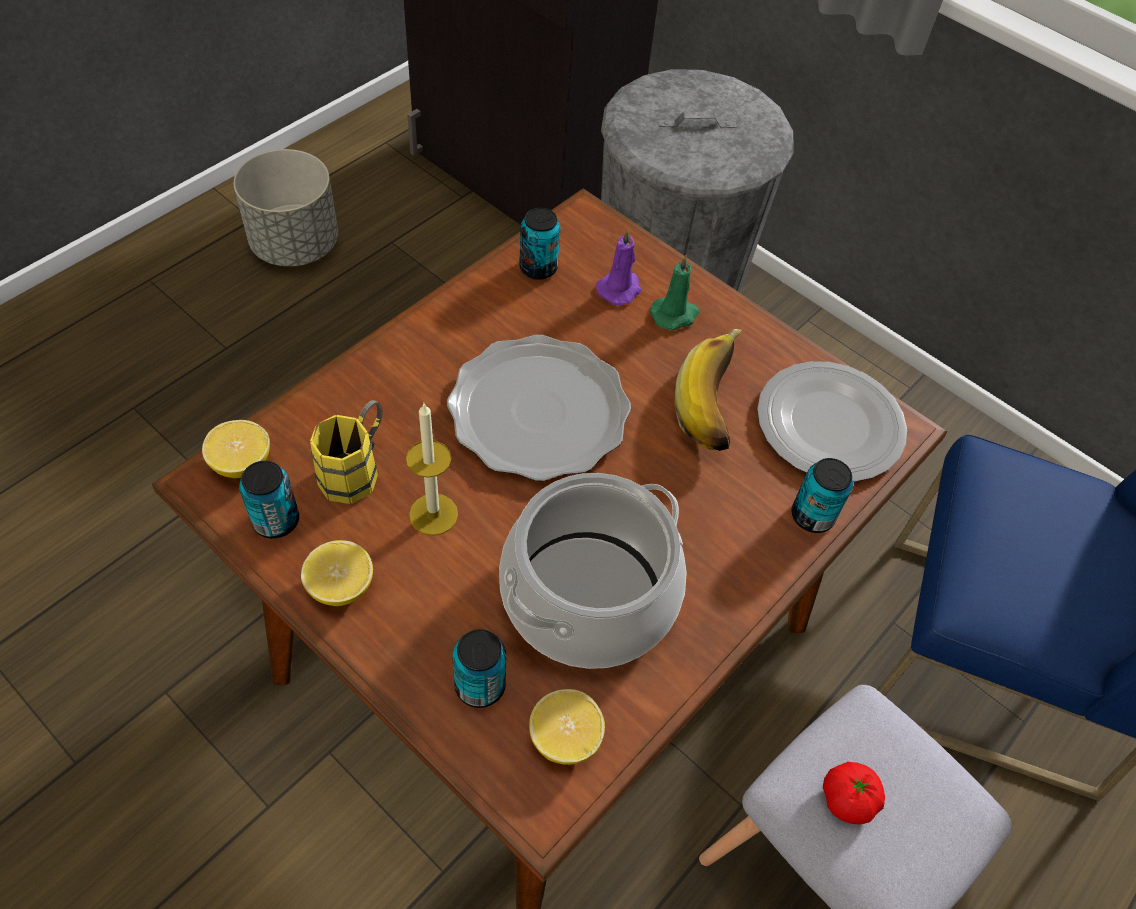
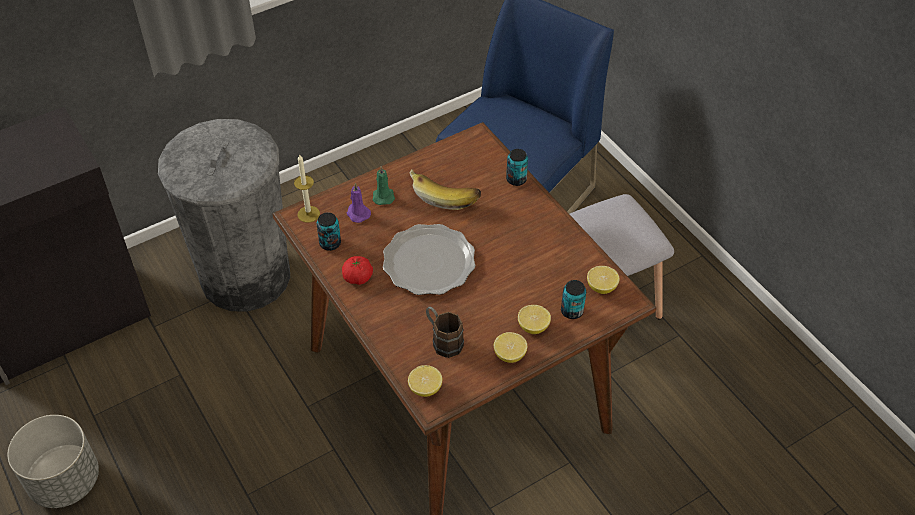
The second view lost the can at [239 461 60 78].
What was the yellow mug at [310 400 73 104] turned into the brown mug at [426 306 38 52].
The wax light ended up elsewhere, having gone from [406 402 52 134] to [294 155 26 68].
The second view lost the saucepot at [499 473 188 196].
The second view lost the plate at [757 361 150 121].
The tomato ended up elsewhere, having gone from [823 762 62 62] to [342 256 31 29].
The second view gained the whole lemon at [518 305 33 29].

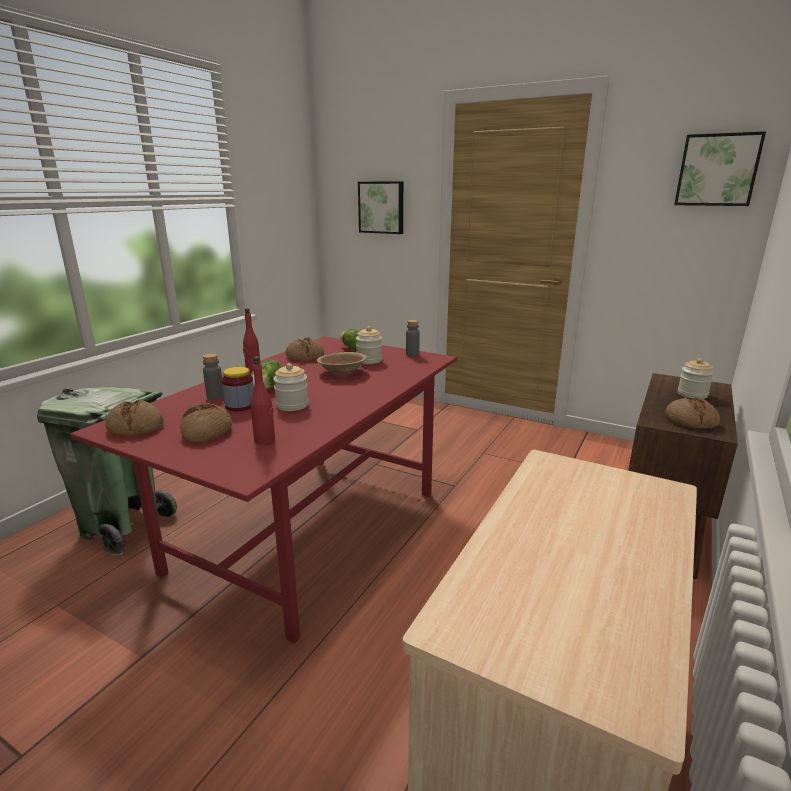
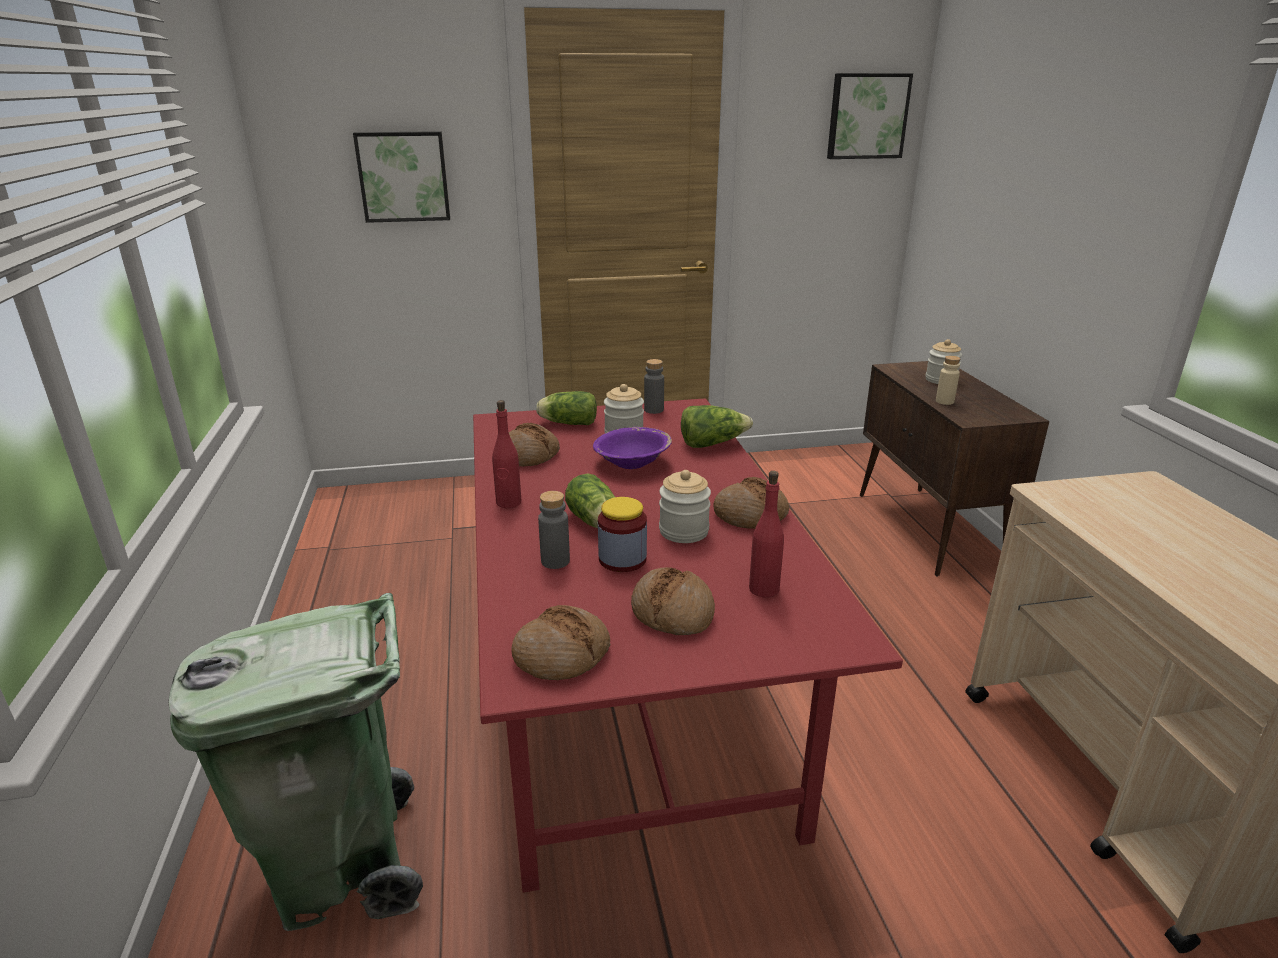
What was the brown deep dish at [317 352 50 23] turned into the purple deep dish at [593 427 79 42].
The bakery bread ended up elsewhere, having gone from [665 397 55 31] to [713 477 76 52].
The second view gained the head of lettuce at [681 405 72 43].
The second view gained the beige-coloured bottle at [936 356 24 49].

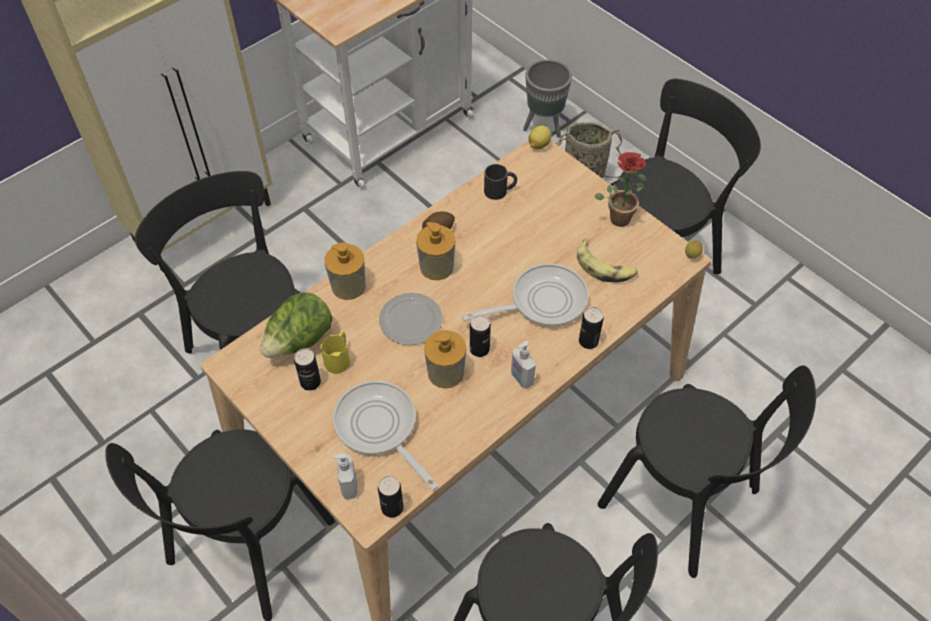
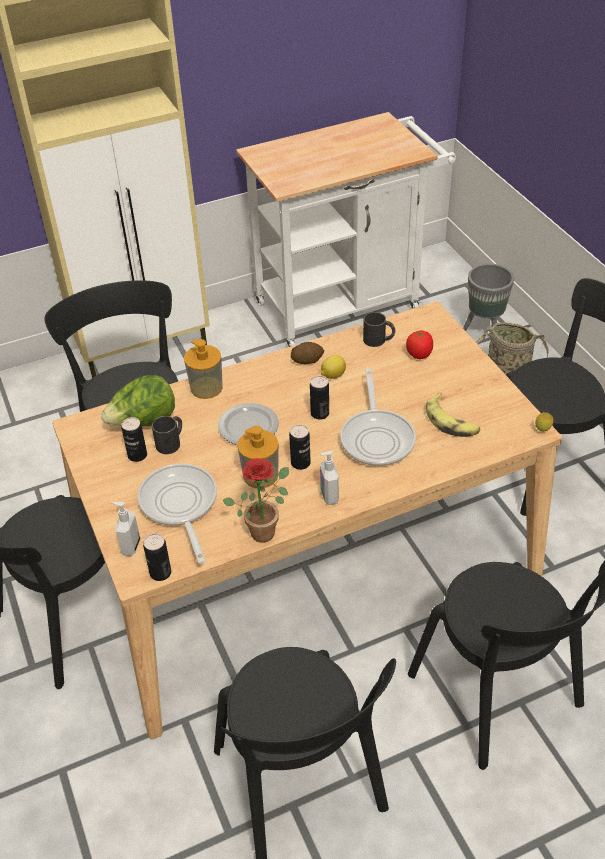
What was the yellow mug at [321 332 29 42] turned into the black mug at [152 416 30 38].
The second view lost the liquid soap bottle at [416 222 40 58].
The pan at [462 263 127 64] ended up facing another way, 90 degrees clockwise from before.
The whole lemon ended up elsewhere, having gone from [528 125 23 24] to [321 355 25 24].
The can ended up elsewhere, having gone from [579 307 25 42] to [310 376 19 43].
The potted plant ended up elsewhere, having gone from [594 152 53 75] to [223 458 66 85].
The second view gained the tomato at [406 329 27 30].

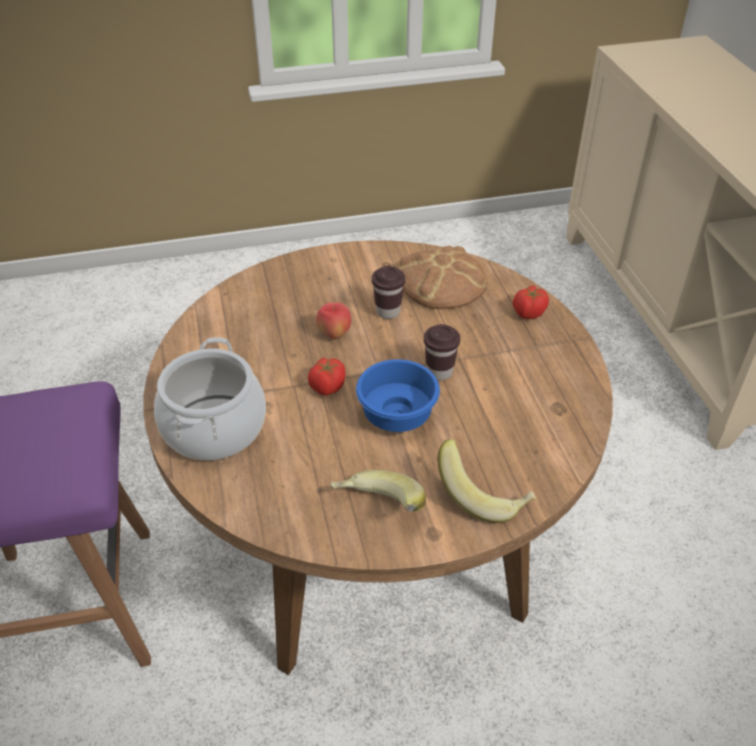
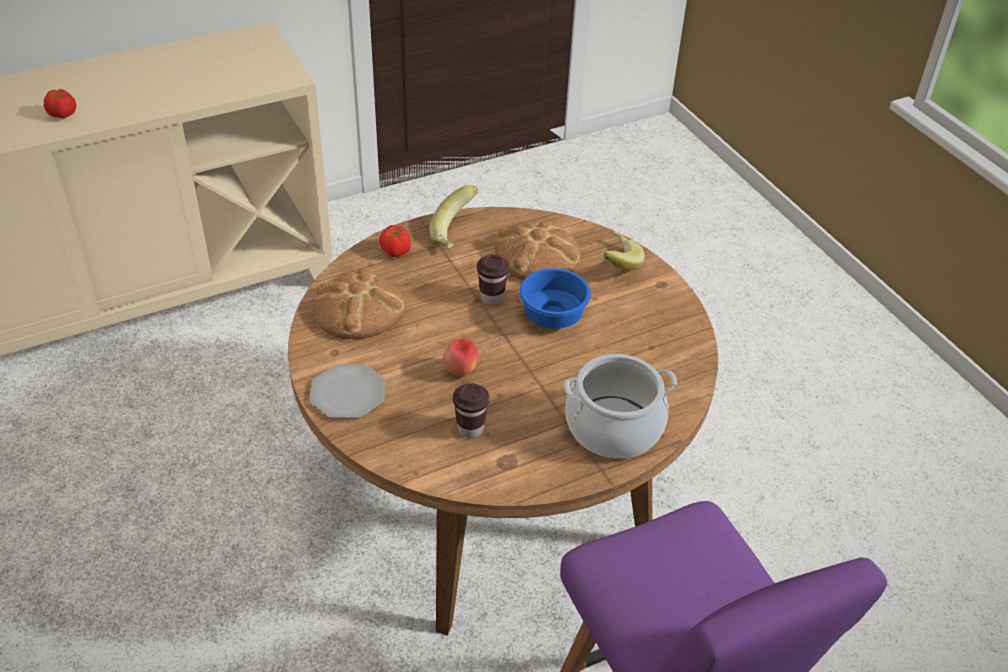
The tomato ended up elsewhere, having gone from [308 357 37 39] to [44 89 32 29].
The banana fruit ended up elsewhere, having gone from [330 470 96 42] to [429 185 49 64].
The brown cup ended up elsewhere, having gone from [372 266 33 53] to [453 383 36 55].
The second view gained the plate at [309 364 76 54].
The second view gained the bakery bread at [495 221 86 60].

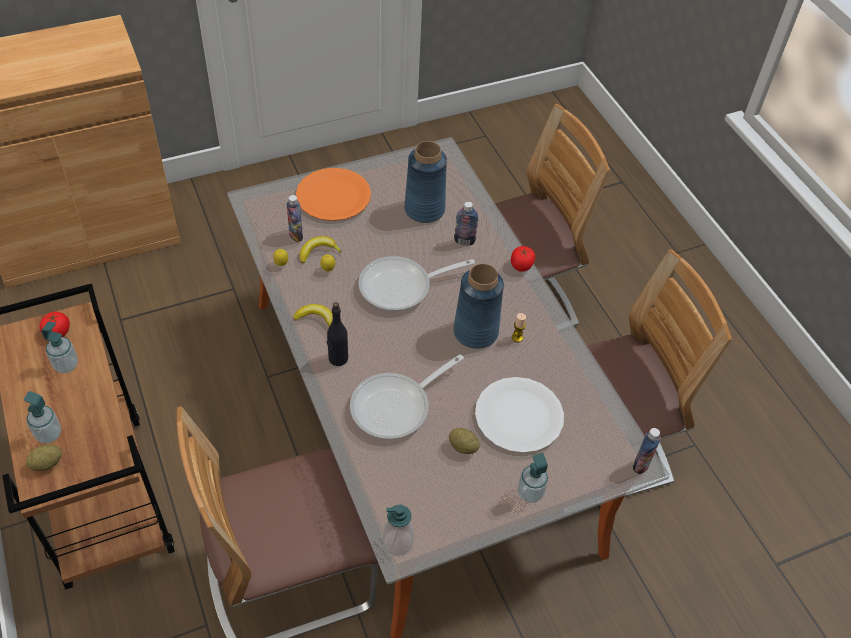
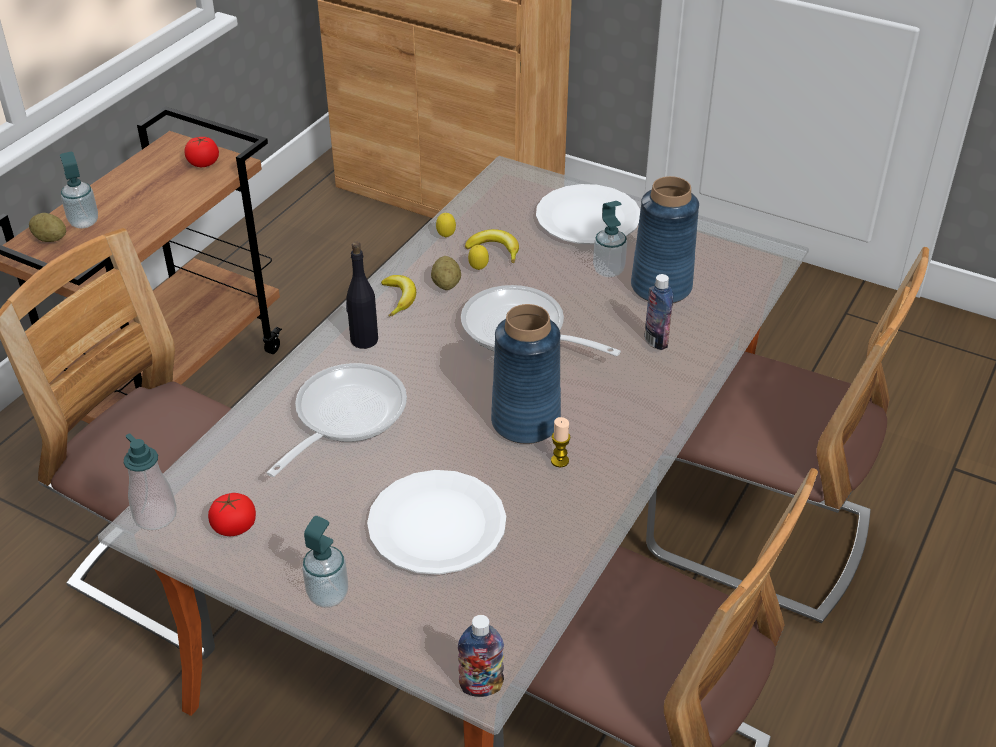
The liquid soap bottle ended up elsewhere, having gone from [41 322 37 51] to [593 201 34 76].
The second view lost the bottle at [286 195 17 47].
What was the orange plate at [296 168 75 53] turned into the white plate at [536 184 104 61].
The pan at [350 354 114 85] ended up facing another way, 105 degrees clockwise from before.
The potato ended up elsewhere, having gone from [449 428 31 26] to [431 256 30 34].
The tomato ended up elsewhere, having gone from [511 246 24 26] to [208 493 48 43].

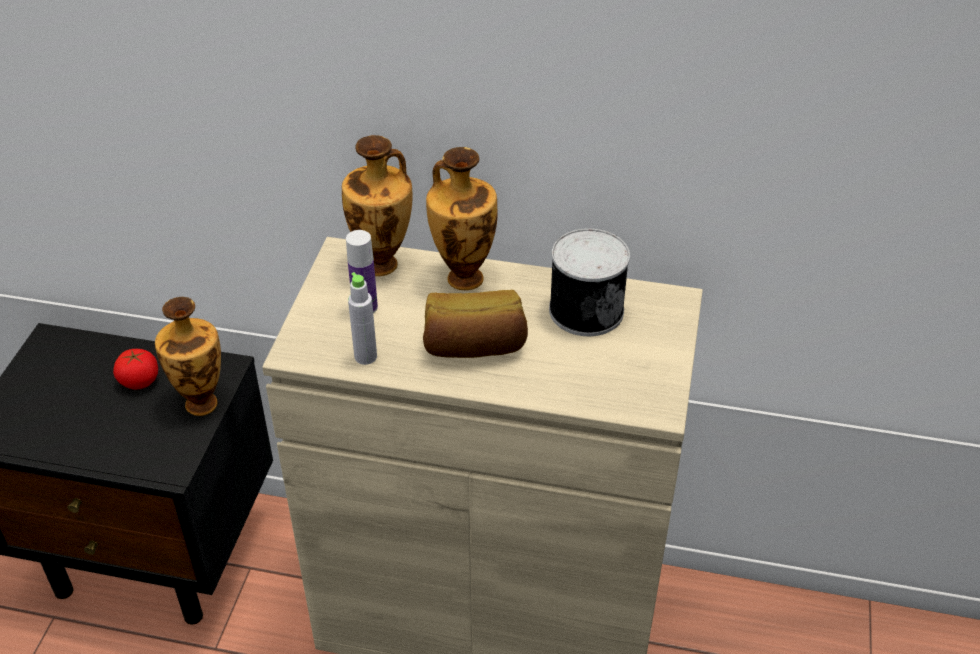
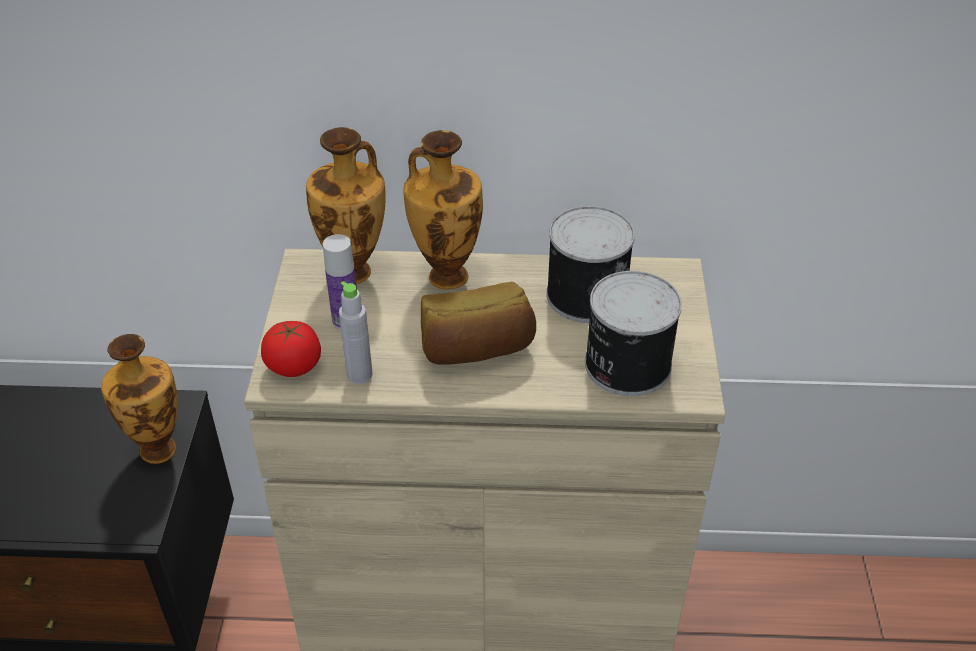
The tomato ended up elsewhere, having gone from [113 349 45 41] to [261 321 60 56].
The second view gained the can at [585 271 97 125].

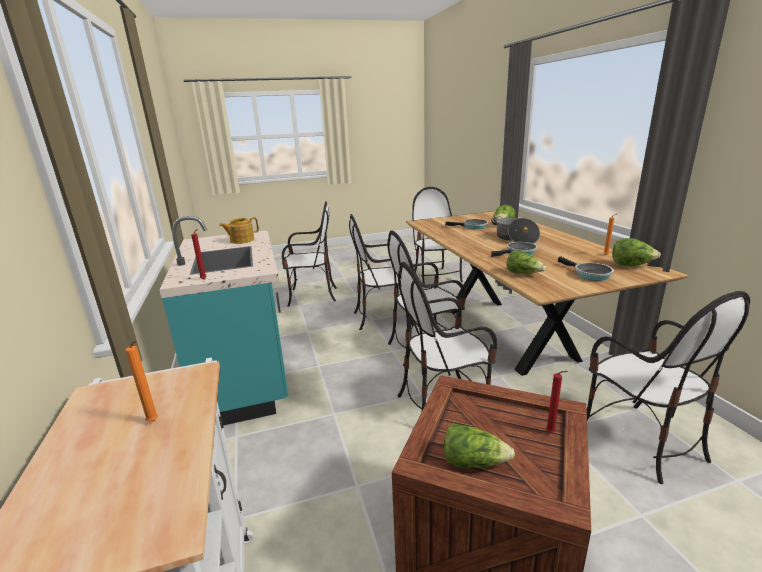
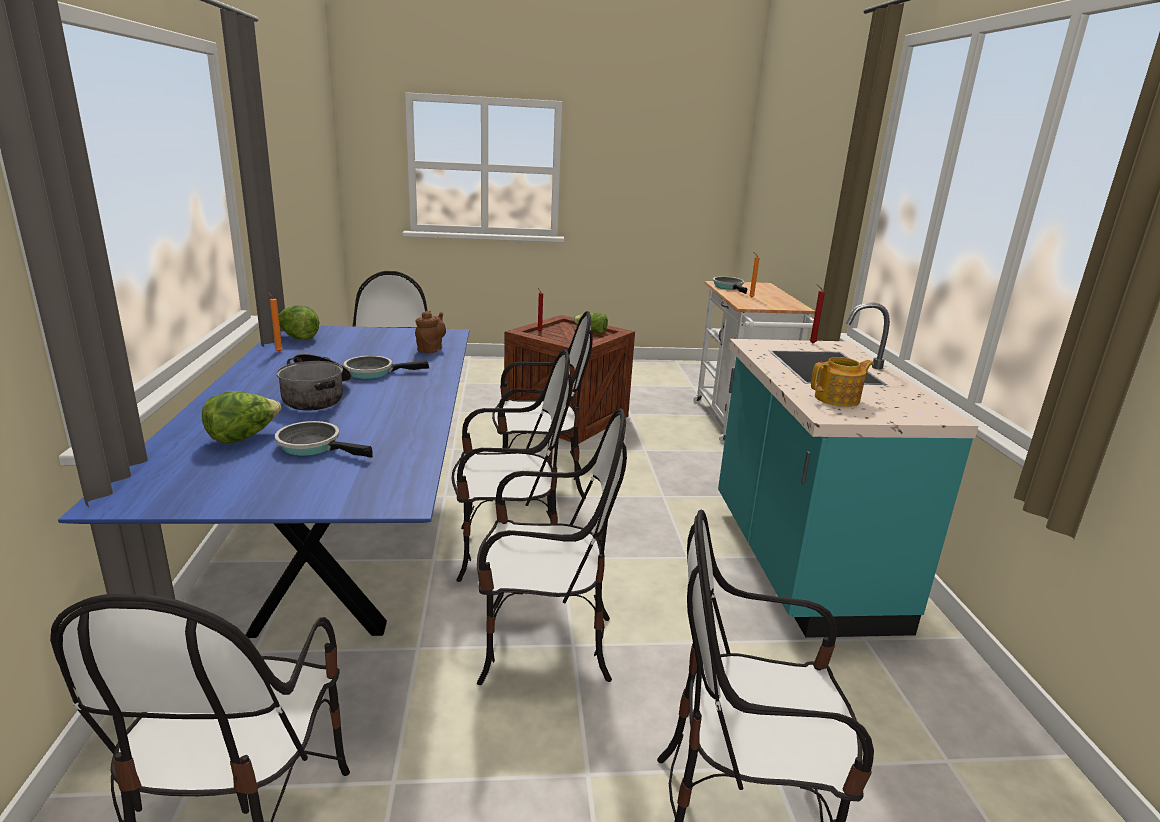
What was the brown kitchen table at [406 211 283 165] turned into the blue kitchen table at [58 326 412 312].
Where the head of lettuce stood at [506 251 40 23], the brown teapot came to stand at [415 311 31 42].
The pan ended up elsewhere, having gone from [558 257 56 24] to [713 277 34 17].

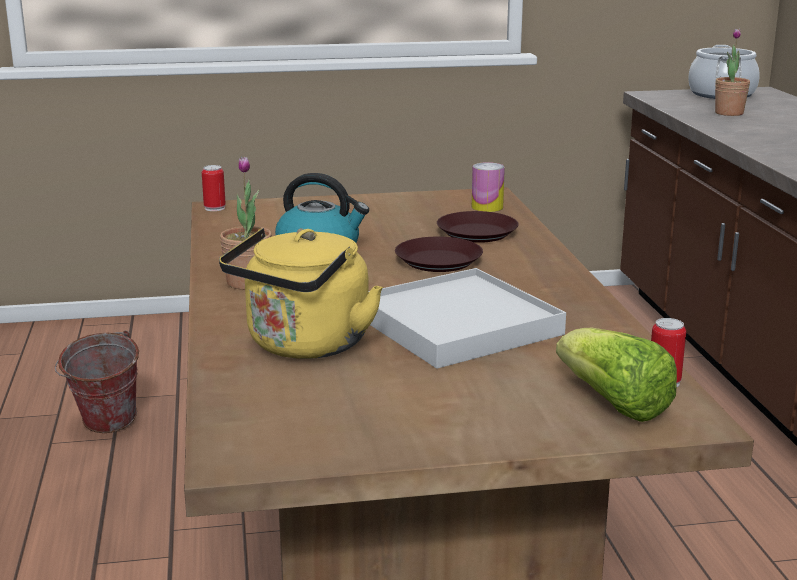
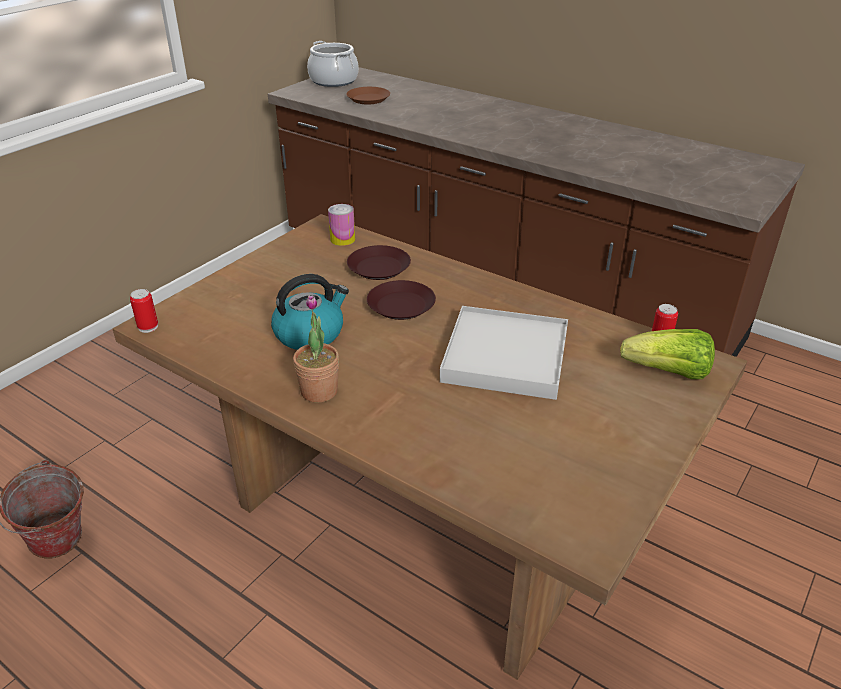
The second view lost the yellow water kettle at [219 228 164 131].
Where the potted plant stood at [715 28 35 88], the brown plate came to stand at [346 87 44 17].

